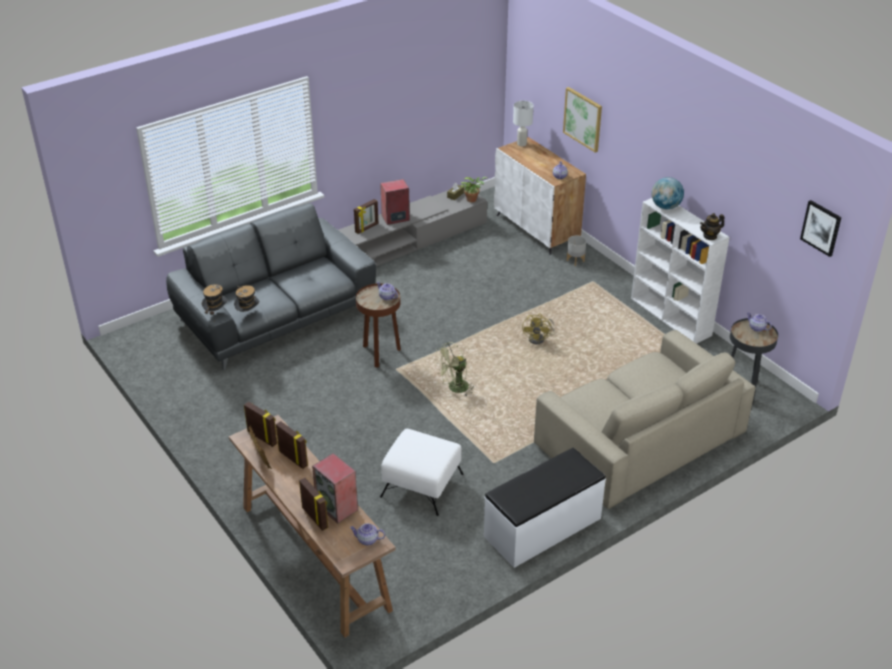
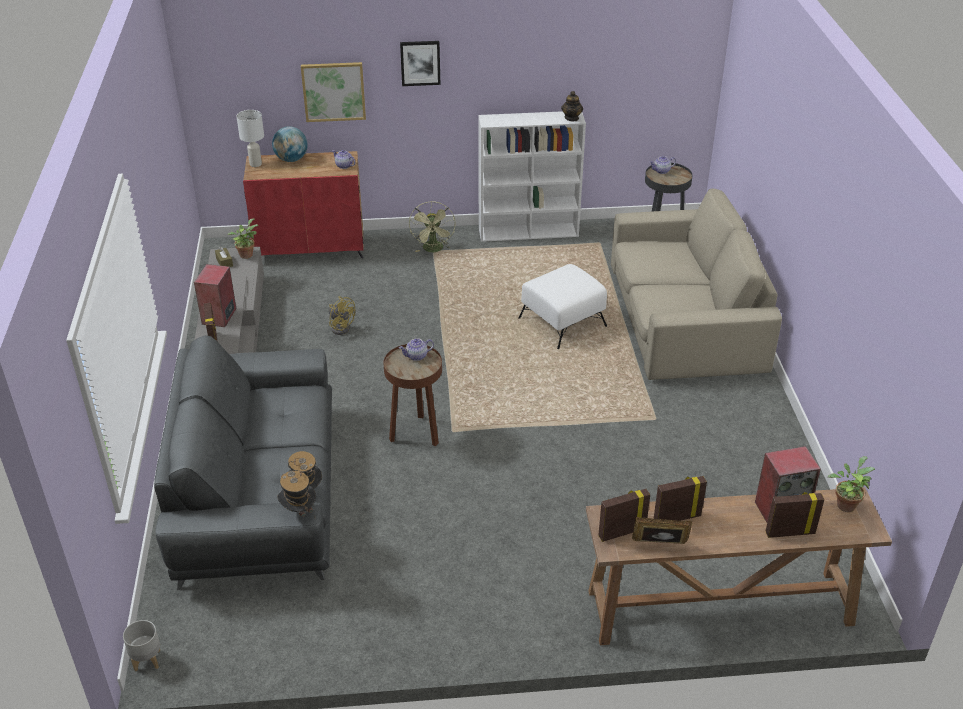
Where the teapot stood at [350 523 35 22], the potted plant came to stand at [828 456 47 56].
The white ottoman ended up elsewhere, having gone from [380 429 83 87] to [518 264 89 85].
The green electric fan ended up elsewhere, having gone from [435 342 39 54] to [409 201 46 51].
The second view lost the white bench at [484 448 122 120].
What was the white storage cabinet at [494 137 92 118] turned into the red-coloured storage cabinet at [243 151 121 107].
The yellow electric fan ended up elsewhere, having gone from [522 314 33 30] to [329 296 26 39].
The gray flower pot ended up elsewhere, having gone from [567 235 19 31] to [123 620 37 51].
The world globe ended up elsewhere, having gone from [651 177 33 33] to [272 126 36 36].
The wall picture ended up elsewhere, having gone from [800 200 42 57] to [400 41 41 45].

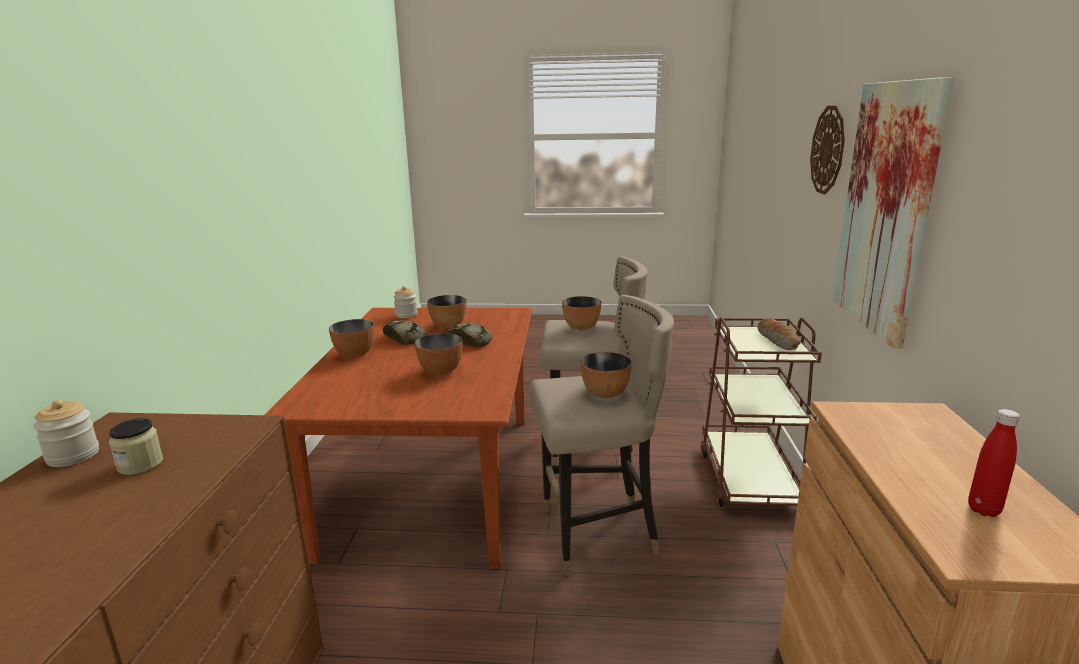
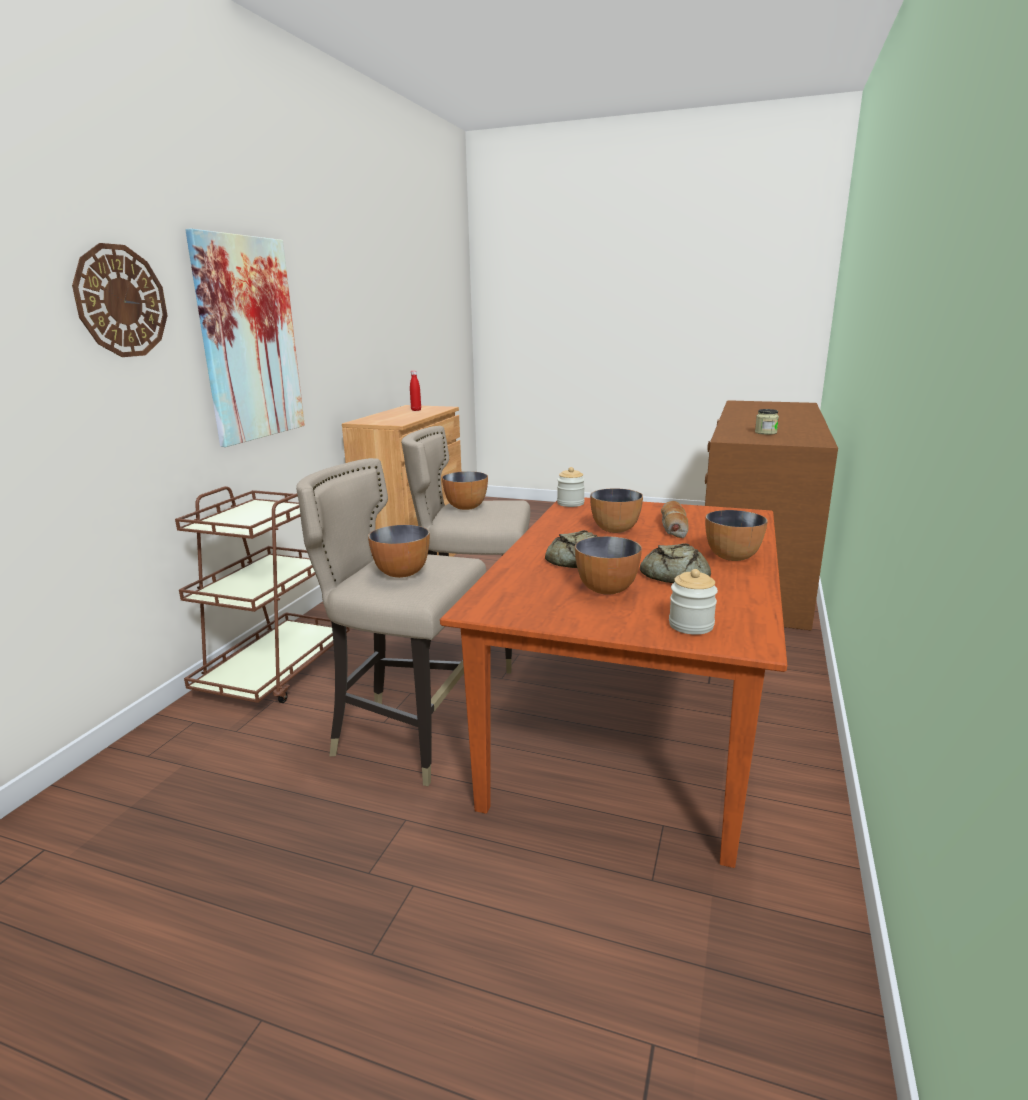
The preserve jar ended up elsewhere, having gone from [33 400 66 67] to [557 467 28 40].
The bakery bread ended up elsewhere, having gone from [757 318 44 32] to [661 501 28 37].

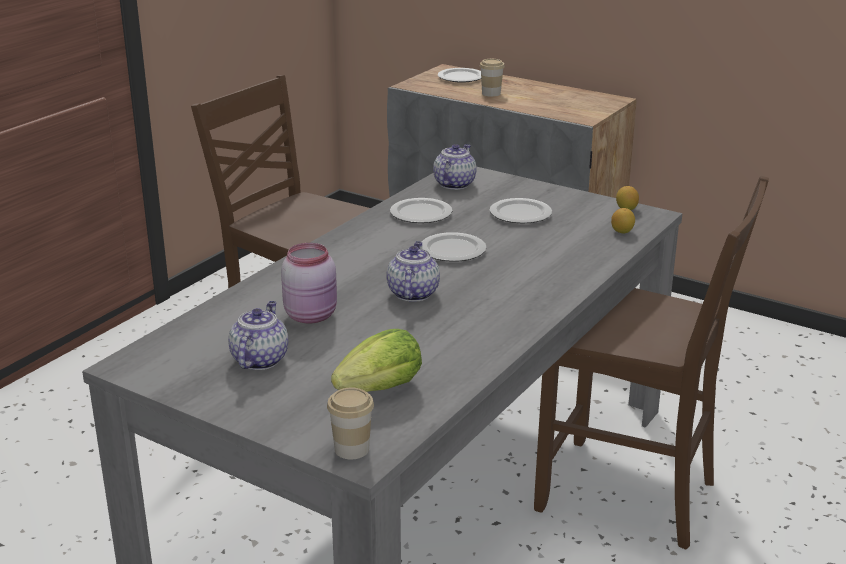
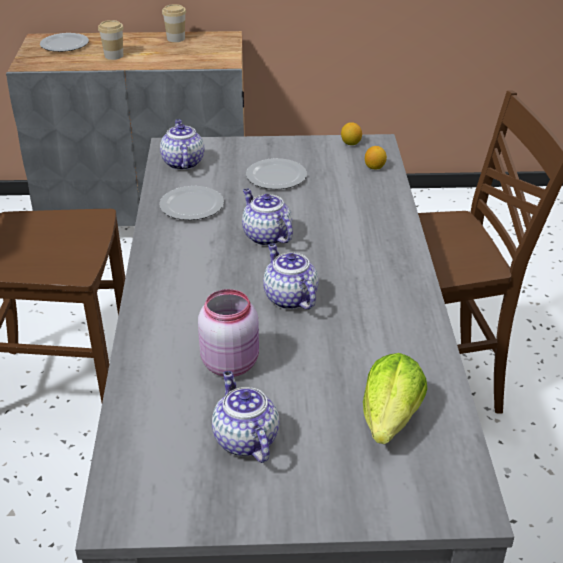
The cup ended up elsewhere, having gone from [327 387 47 72] to [162 4 24 38].
Where the plate stood at [422 232 65 30], the teapot came to stand at [242 189 51 57].

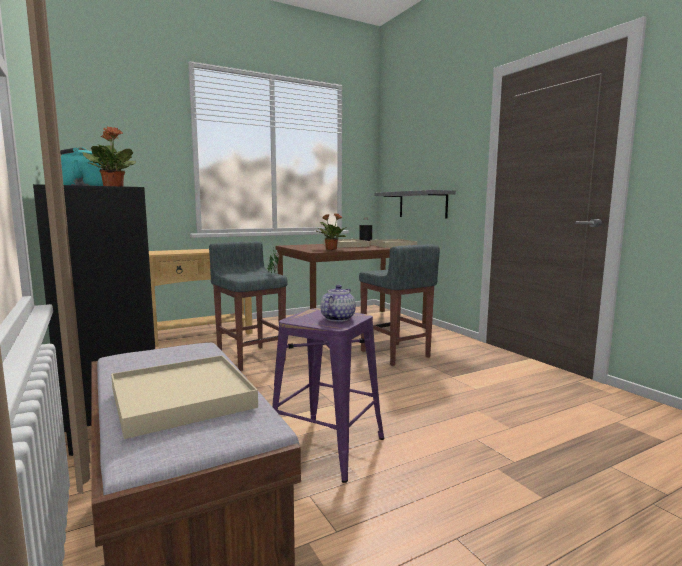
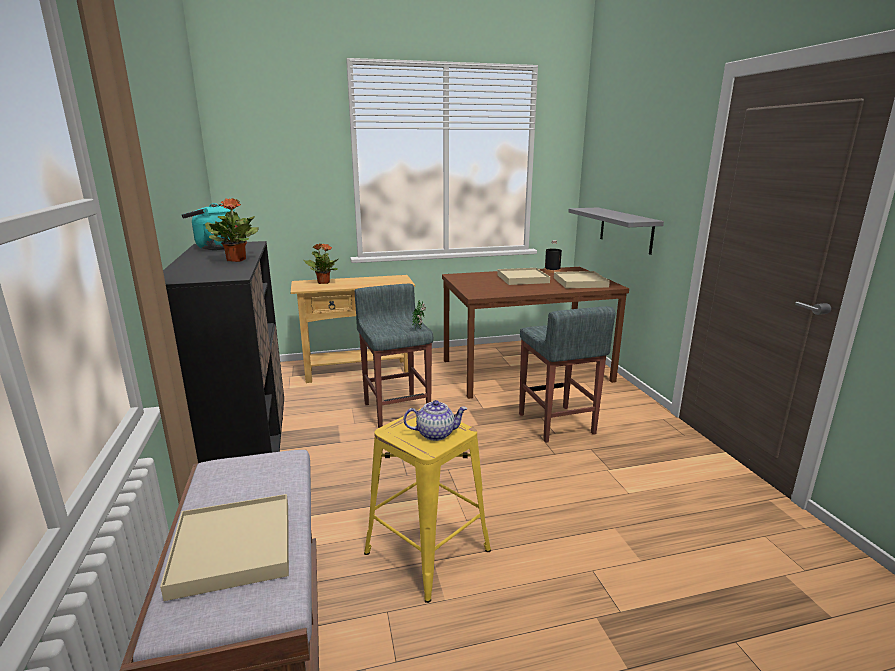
What was the purple stool at [272 308 112 175] turned into the yellow stool at [364 408 127 195].
The potted plant ended up elsewhere, having gone from [317 213 30 37] to [303 244 35 40].
The teapot at [320 285 36 37] ended up facing another way, 45 degrees clockwise from before.

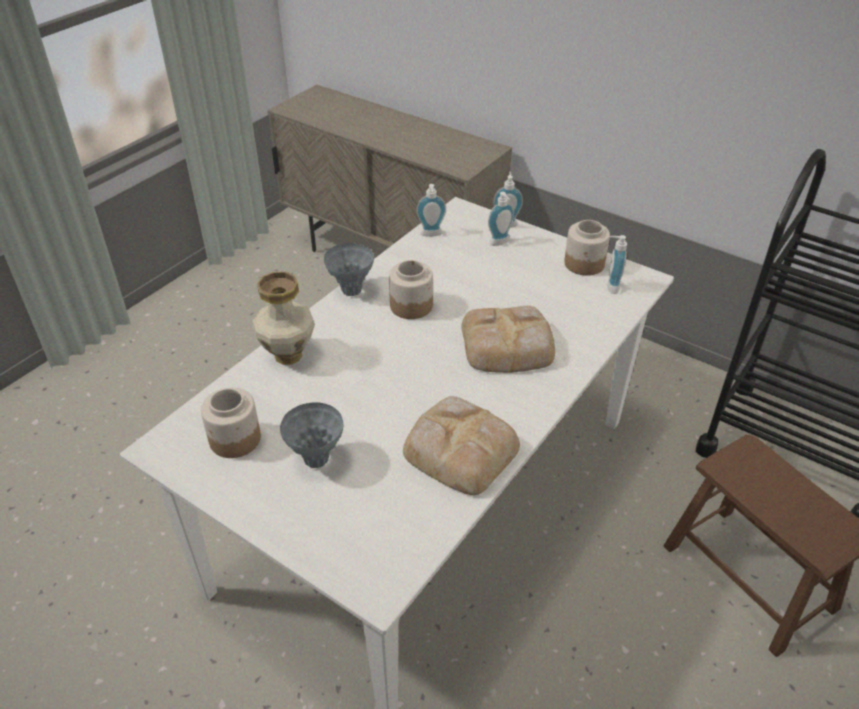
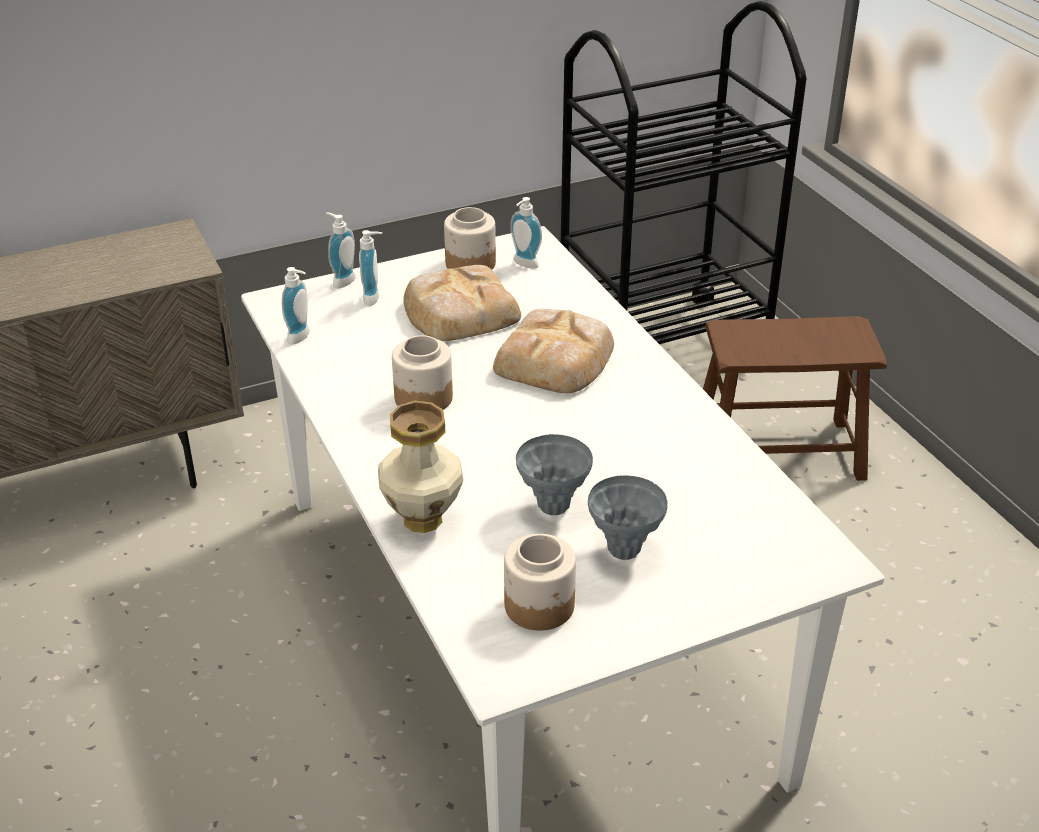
The gray flower vase ended up elsewhere, having gone from [324 243 50 53] to [516 434 77 81].
The bakery bread ended up elsewhere, having gone from [403 396 117 99] to [403 265 118 76].

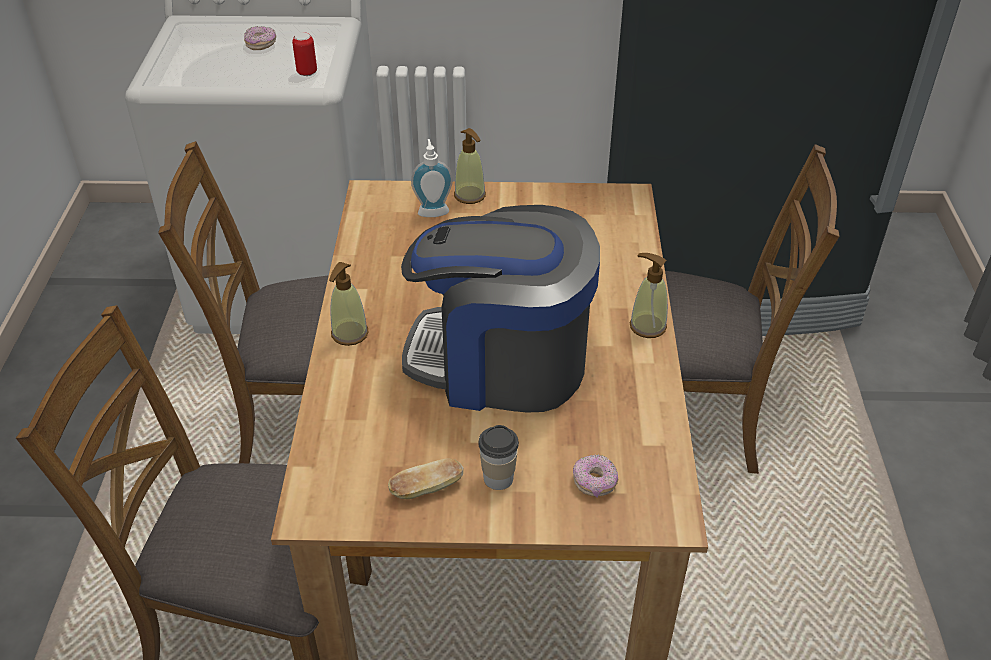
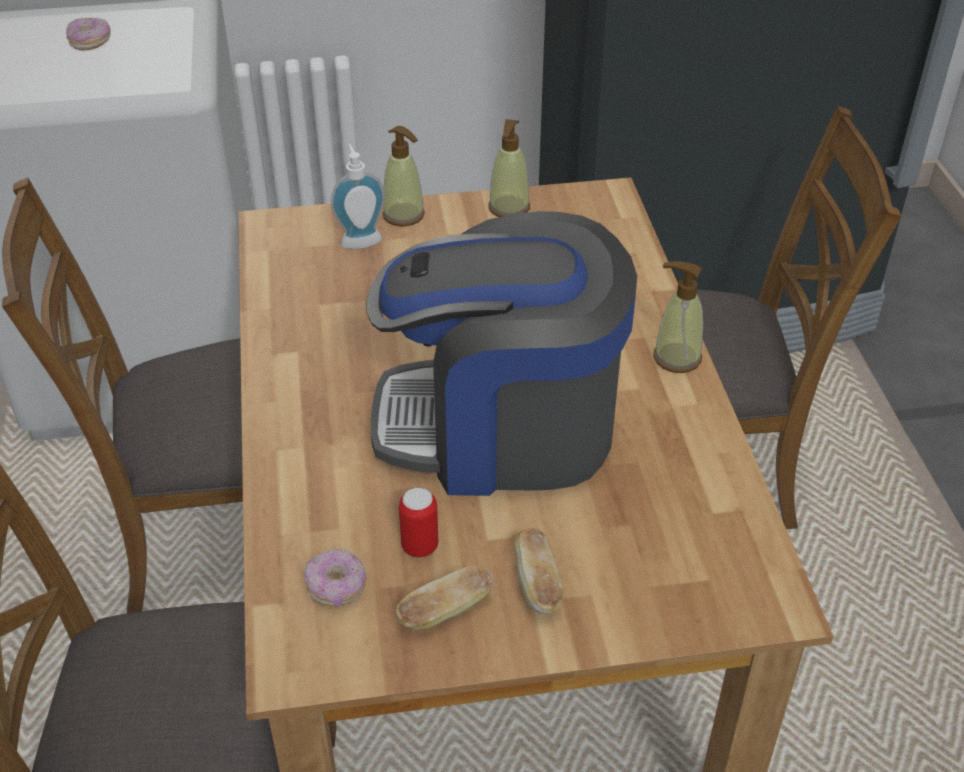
The can ended up elsewhere, having gone from [292 32 25 44] to [399 487 40 70].
The liquid soap bottle ended up elsewhere, having gone from [329 262 40 84] to [488 119 42 98].
Where the cup stood at [478 425 41 65], the bakery bread came to stand at [515 528 48 86].
The ring doughnut ended up elsewhere, having gone from [573 455 45 42] to [304 548 63 59].

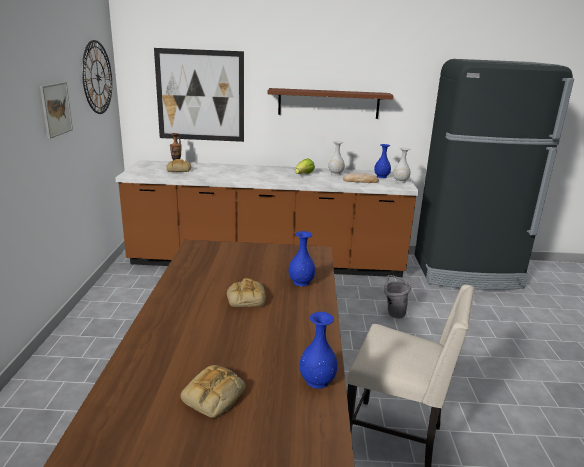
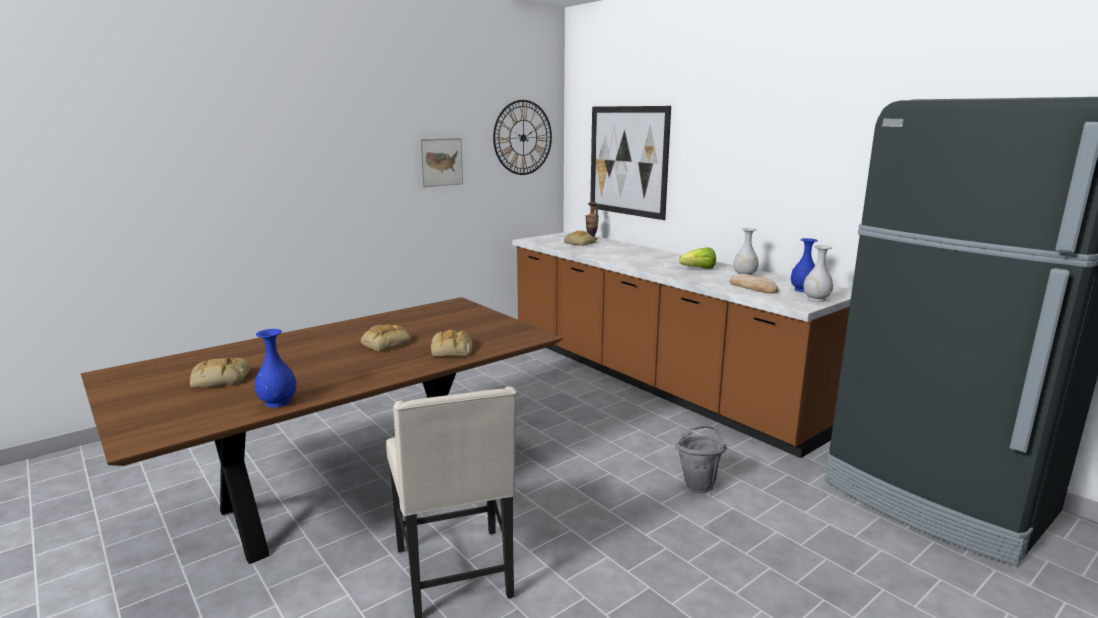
The second view lost the brown bracket shelf at [268 88 126 31].
Where the blue flower vase stood at [289 231 27 55], the bakery bread came to stand at [431 329 42 28].

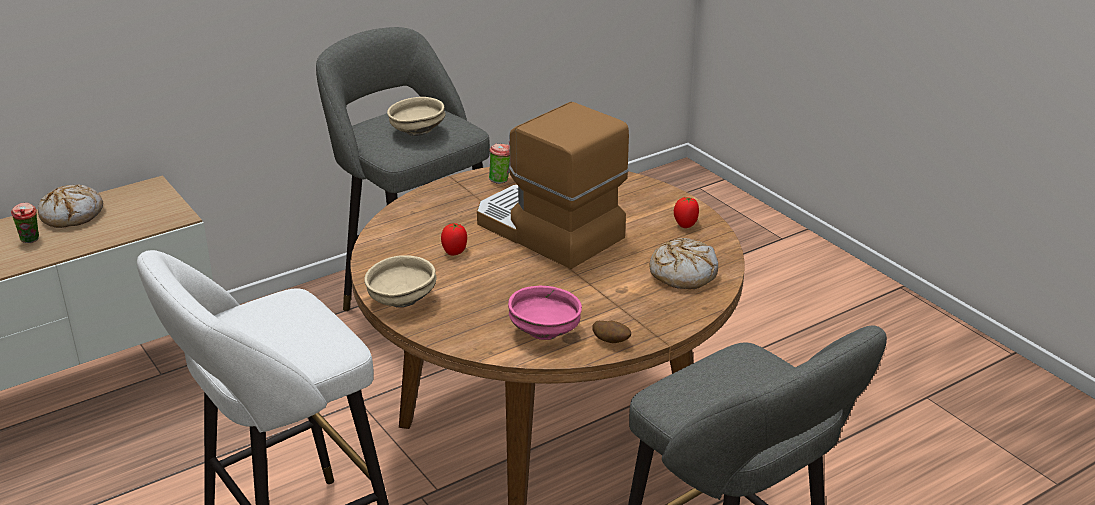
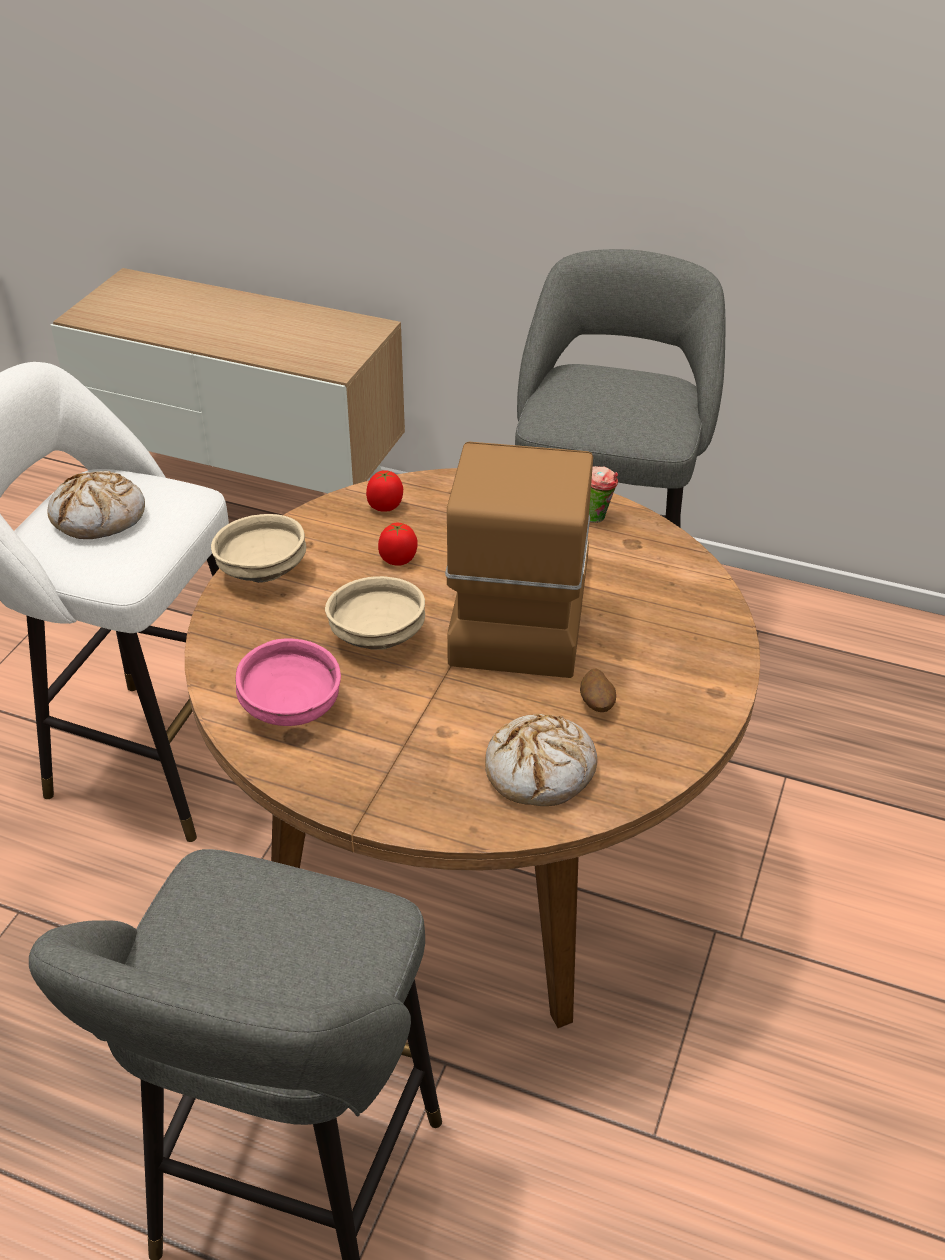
The second view lost the cup at [11 203 28 40].
The bakery bread ended up elsewhere, having gone from [38 185 65 43] to [48 471 97 68].
The beige-coloured deep dish ended up elsewhere, having gone from [387 97 59 39] to [325 576 100 74].
The potato ended up elsewhere, having gone from [592 321 39 22] to [580 668 36 44].
The tomato ended up elsewhere, having gone from [674 197 25 31] to [366 470 37 42].

